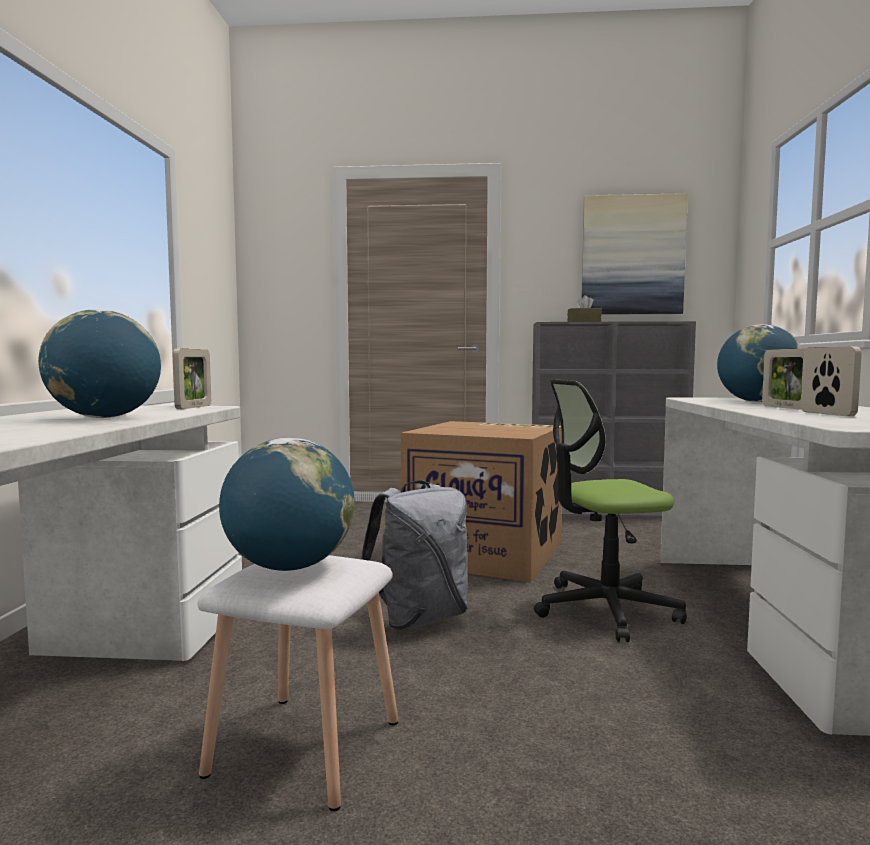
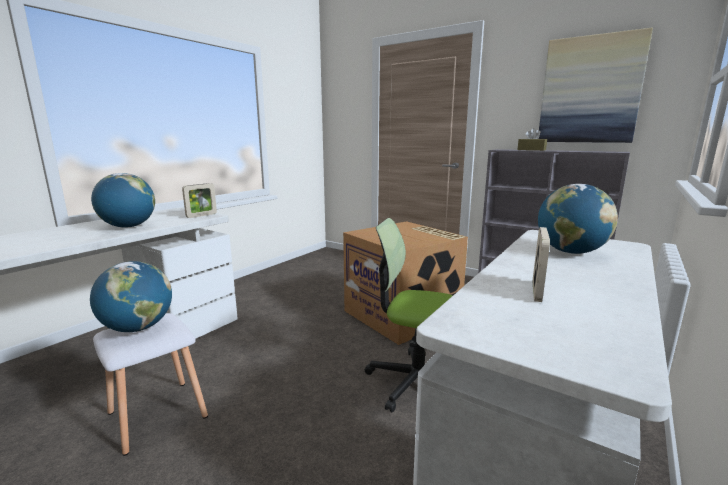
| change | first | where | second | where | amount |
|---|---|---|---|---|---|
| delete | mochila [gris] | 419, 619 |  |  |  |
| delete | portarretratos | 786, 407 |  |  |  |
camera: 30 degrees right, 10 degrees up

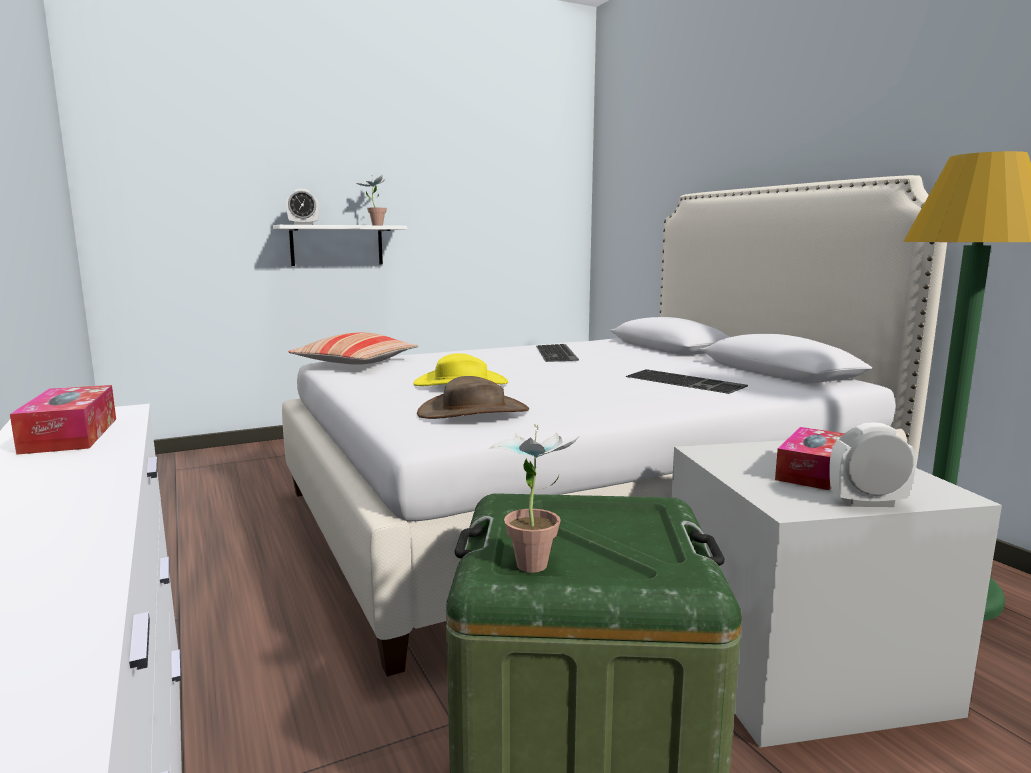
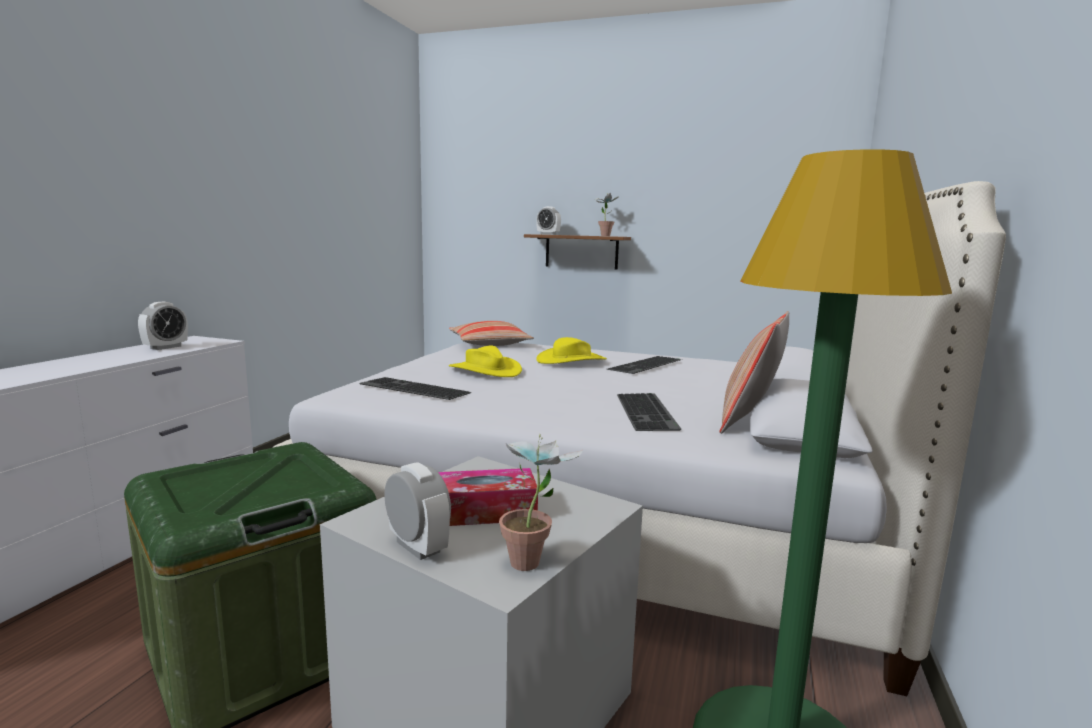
| change | first | where | second | where | amount |
|---|---|---|---|---|---|
| replace | caja de pañuelos | 70, 435 | despertador | 165, 347 |  |
| replace | sombrero [marrón] | 473, 412 | teclado | 412, 389 |  |
| move | planta en maceta | 534, 559 |  | 534, 560 |  |
| recolor | estante [blanco] | 337, 245 | estante [marrón] | 581, 251 |  |
| insert |  |  | sombrero [amarillo] | 571, 360 |  |
| insert |  |  | cojín | 749, 421 |  |
camera: 45 degrees right, 0 degrees up

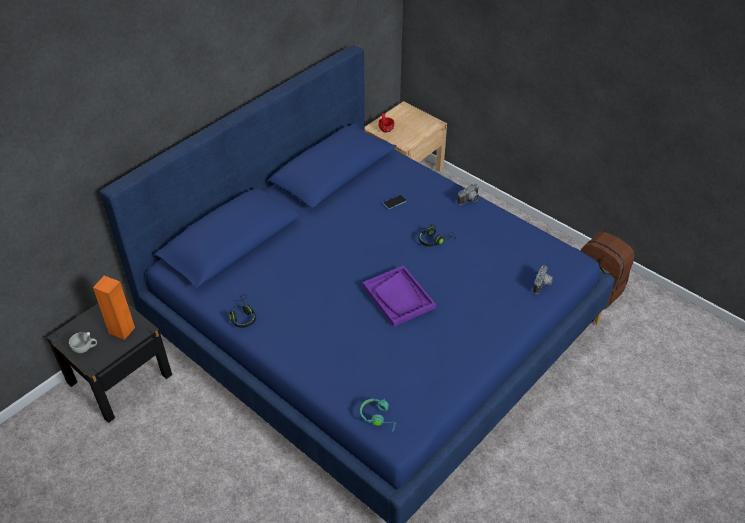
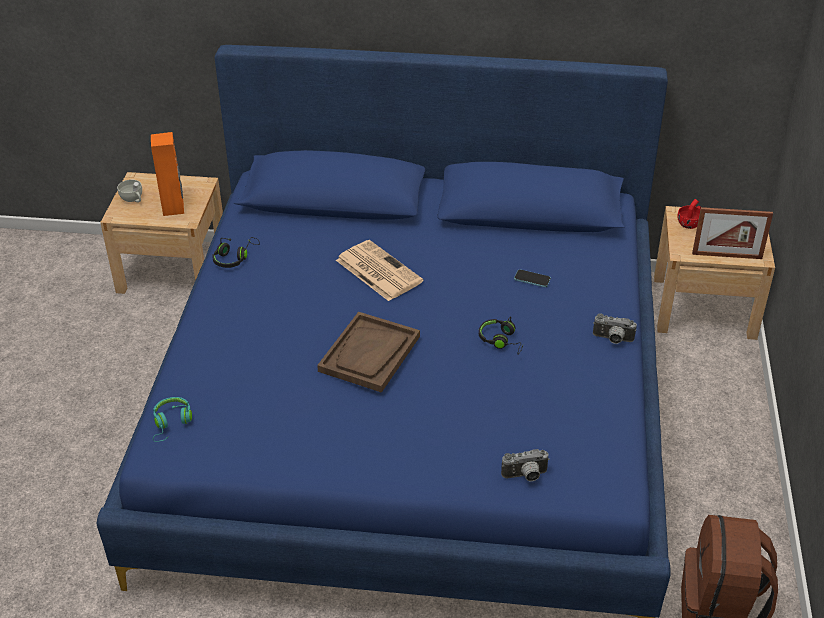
| change | first | where | second | where | amount |
|---|---|---|---|---|---|
| recolor | mesita de noche [negro] | 119, 378 | mesita de noche [beis] | 173, 269 |  |
| recolor | bandeja [morado] | 399, 297 | bandeja [marrón] | 369, 354 |  |
| insert |  |  | periódico | 377, 271 |  |
| insert |  |  | portarretratos | 727, 256 |  |
camera: 55 degrees right, 5 degrees down

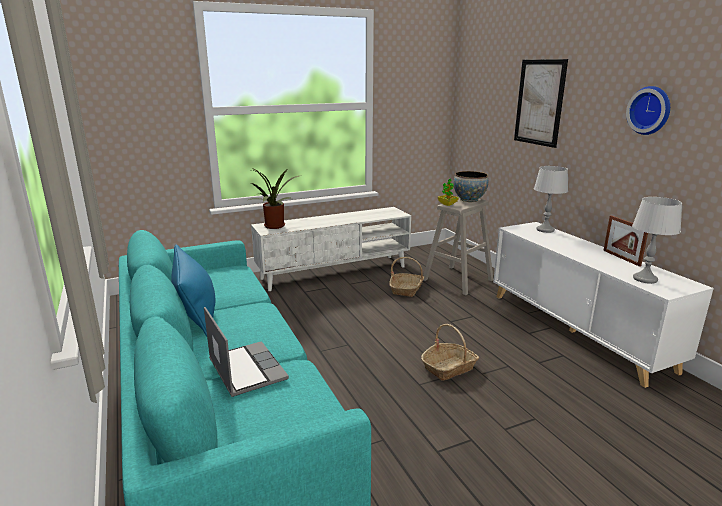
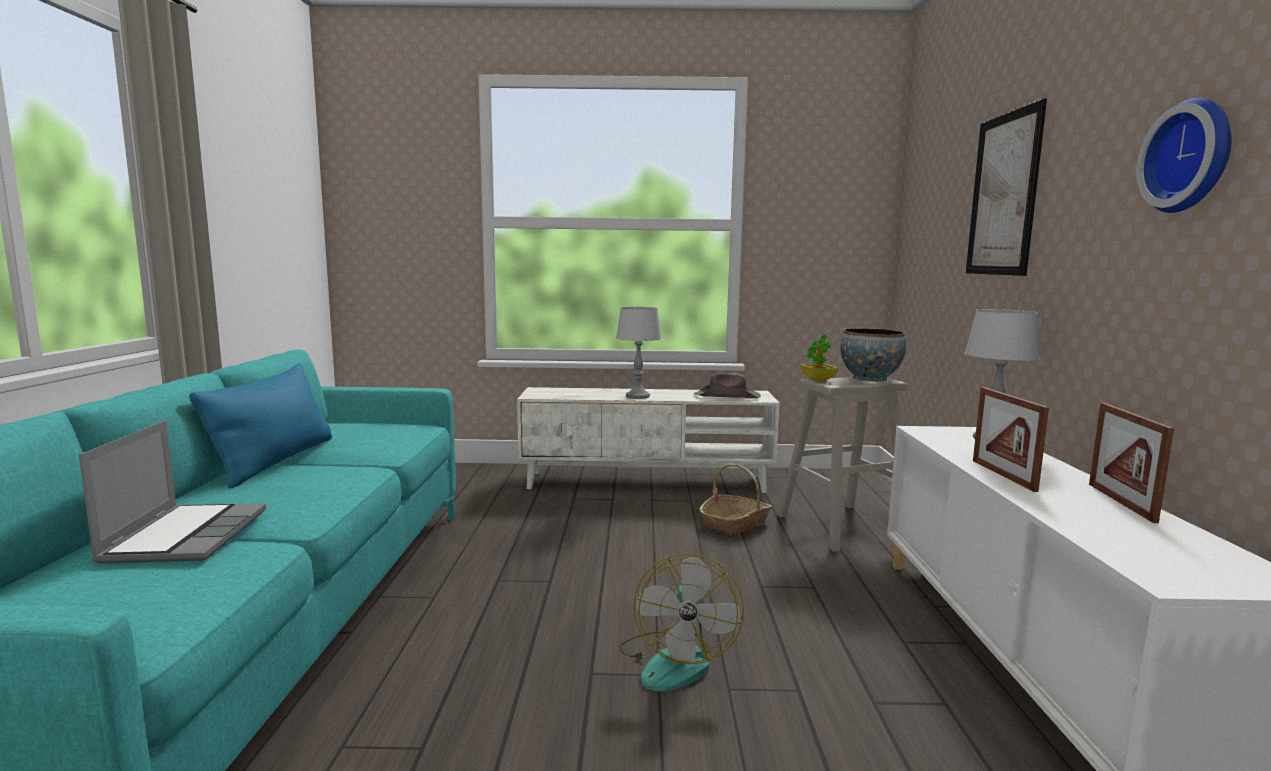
| change | first | where | second | where | amount |
|---|---|---|---|---|---|
| move | lámpara de mesa [gris] | 645, 279 |  | 638, 396 |  |
| replace | cesta | 449, 368 | ventilador | 675, 661 |  |
| insert |  |  | sombrero [marrón] | 727, 396 |  |
| insert |  |  | portarretratos | 1003, 475 |  |
| delete | planta en maceta | 274, 227 |  |  |  |
camera: 25 degrees right, 10 degrees down

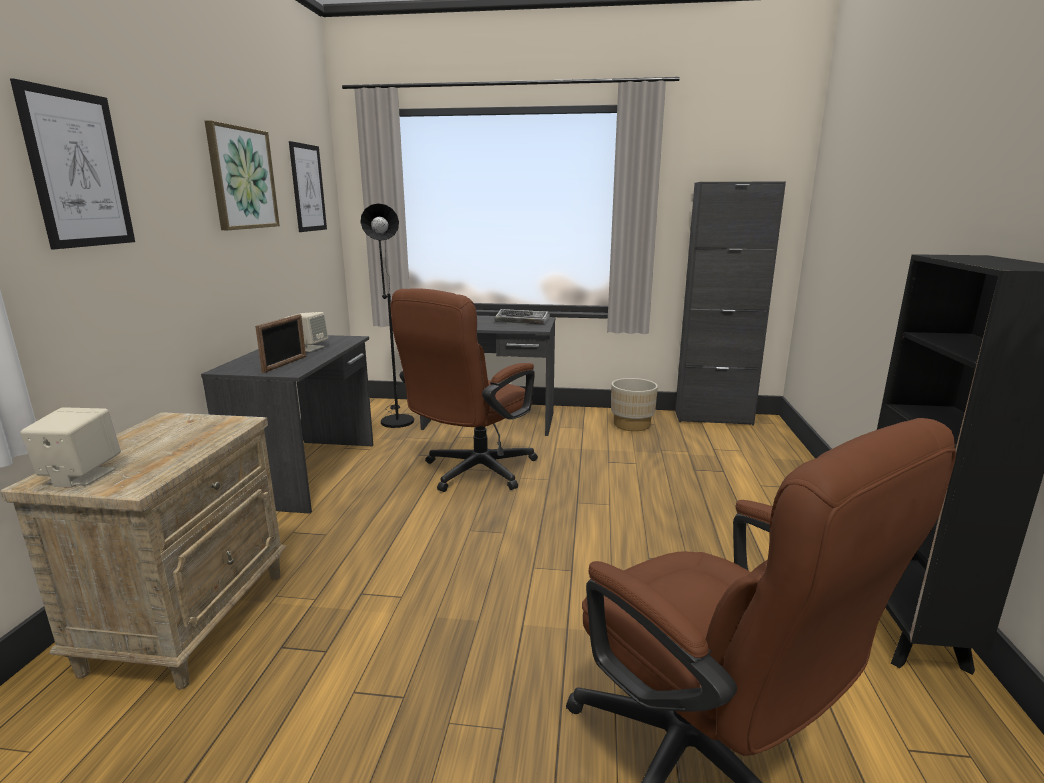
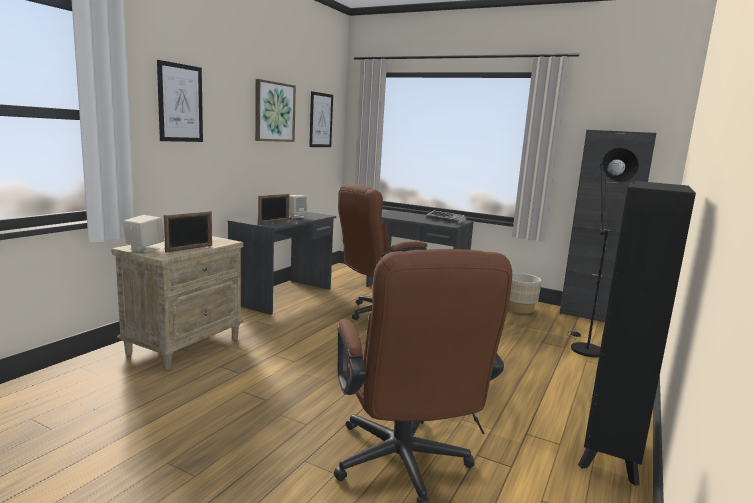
| change | first | where | second | where | amount |
|---|---|---|---|---|---|
| insert |  |  | portarretratos | 189, 248 |  |
| move | lámpara de pie [negro] | 395, 419 |  | 584, 348 |  |
camera: 20 degrees right, 5 degrees down

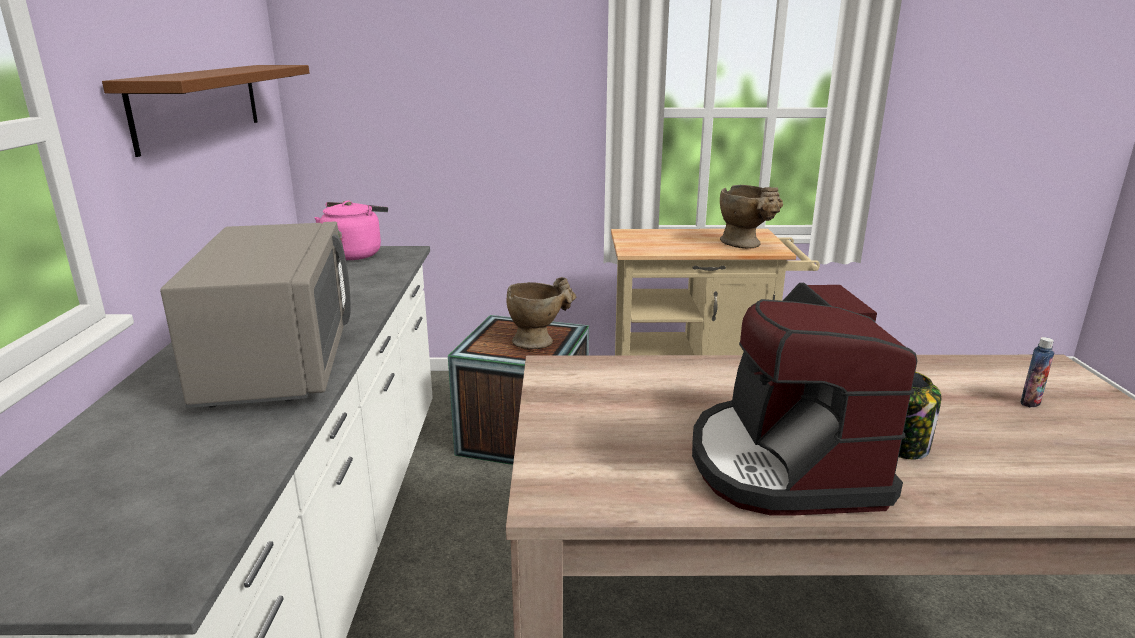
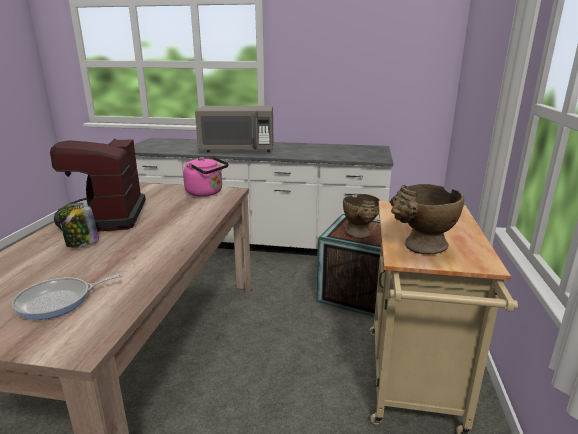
| change | first | where | second | where | amount |
|---|---|---|---|---|---|
| replace | botella | 1030, 402 | sartén | 58, 301 |  |
| rotate | cafetera | 784, 464 |  | 104, 217 | 105 degrees counterclockwise |
| move | hervidor [rosa] | 355, 254 |  | 206, 193 |  |
| delete | estante [marrón] | 199, 104 |  |  |  |
camera: 100 degrees right, 0 degrees up

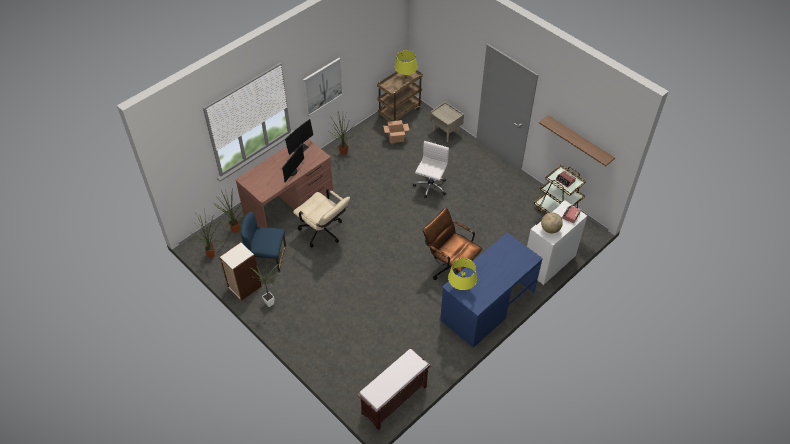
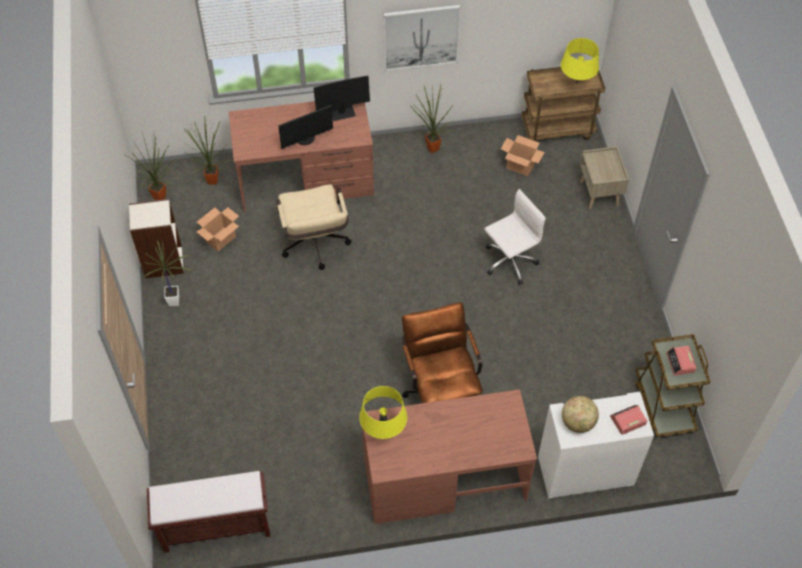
| change | first | where | second | where | amount |
|---|---|---|---|---|---|
| replace | silla [azul] | 267, 257 | caja de cartón | 221, 239 |  |
| recolor | escritorio [azul] | 487, 306 | escritorio [marrón] | 444, 478 |  |
| delete | estante | 579, 141 |  |  |  |
camera: 35 degrees right, 5 degrees up

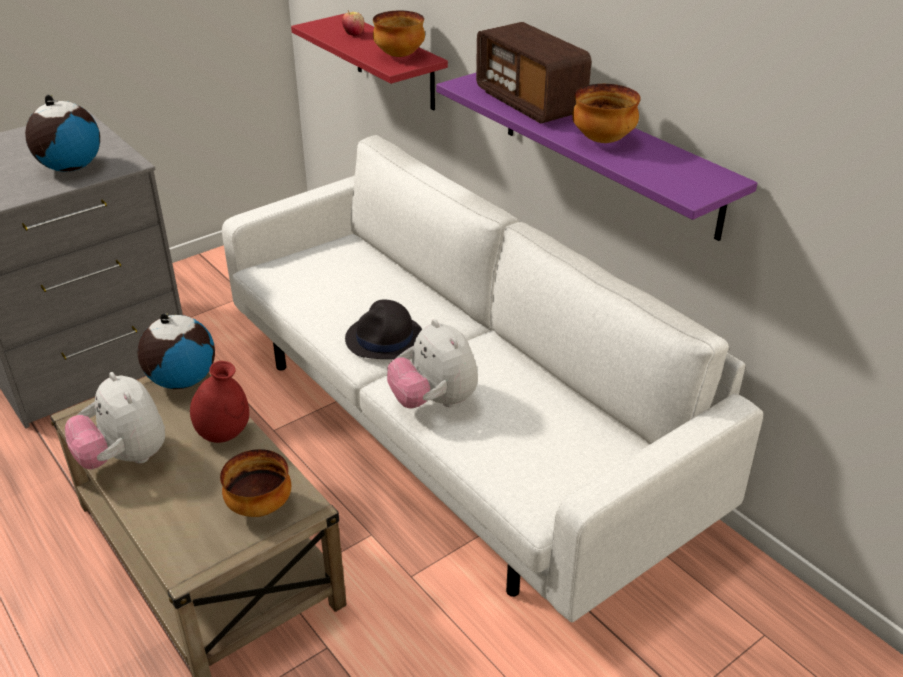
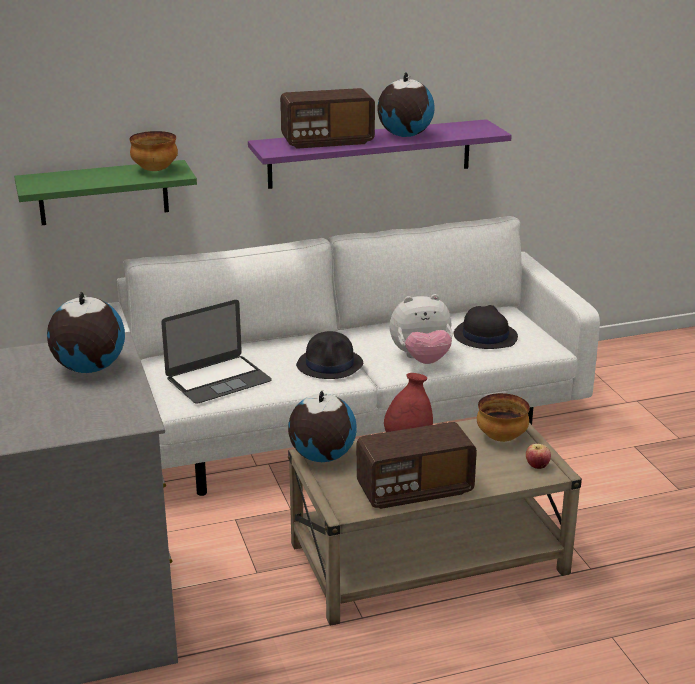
| change | first | where | second | where | amount |
|---|---|---|---|---|---|
| recolor | estante [rojo] | 394, 62 | estante [verde] | 103, 193 |  |
| insert |  |  | portátil | 218, 379 |  |
| replace | peluche | 125, 458 | radio | 414, 490 |  |
| replace | cuenco | 602, 140 | globo terráqueo | 404, 135 |  |
| insert |  |  | sombrero [negro] | 484, 336 |  |
| move | manzana | 353, 34 |  | 537, 466 |  |
camera: 70 degrees left, 10 degrees down

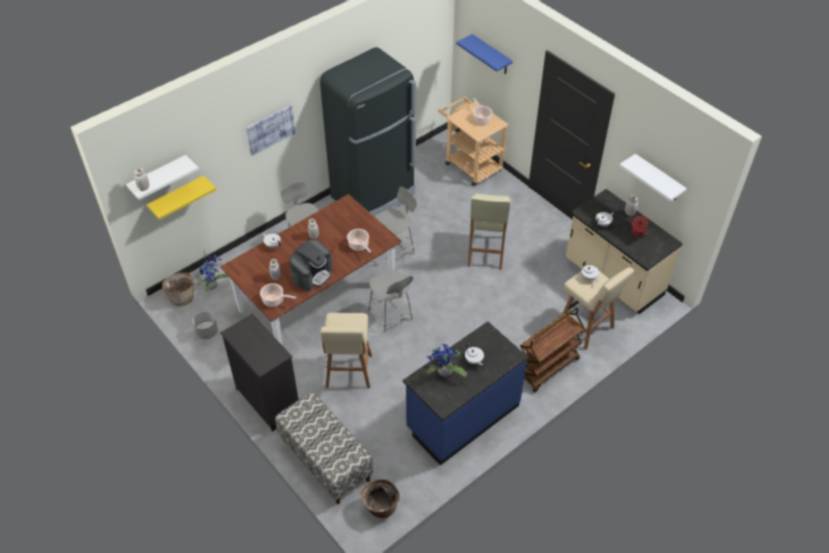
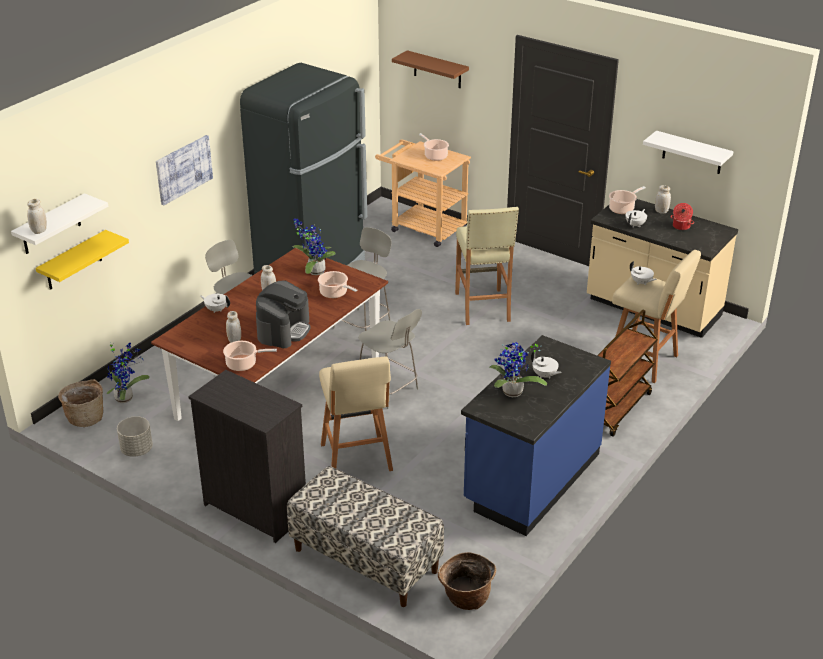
| change | first | where | second | where | amount |
|---|---|---|---|---|---|
| insert |  |  | planta en maceta | 314, 271 |  |
| recolor | estante [azul] | 491, 55 | estante [marrón] | 437, 70 |  |
| insert |  |  | olla | 622, 209 |  |
camera: 15 degrees left, 15 degrees down

